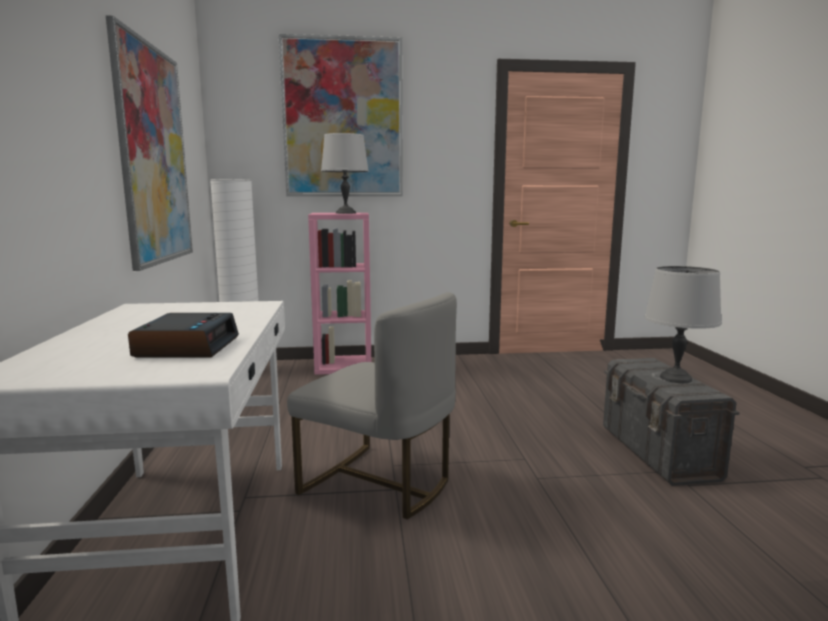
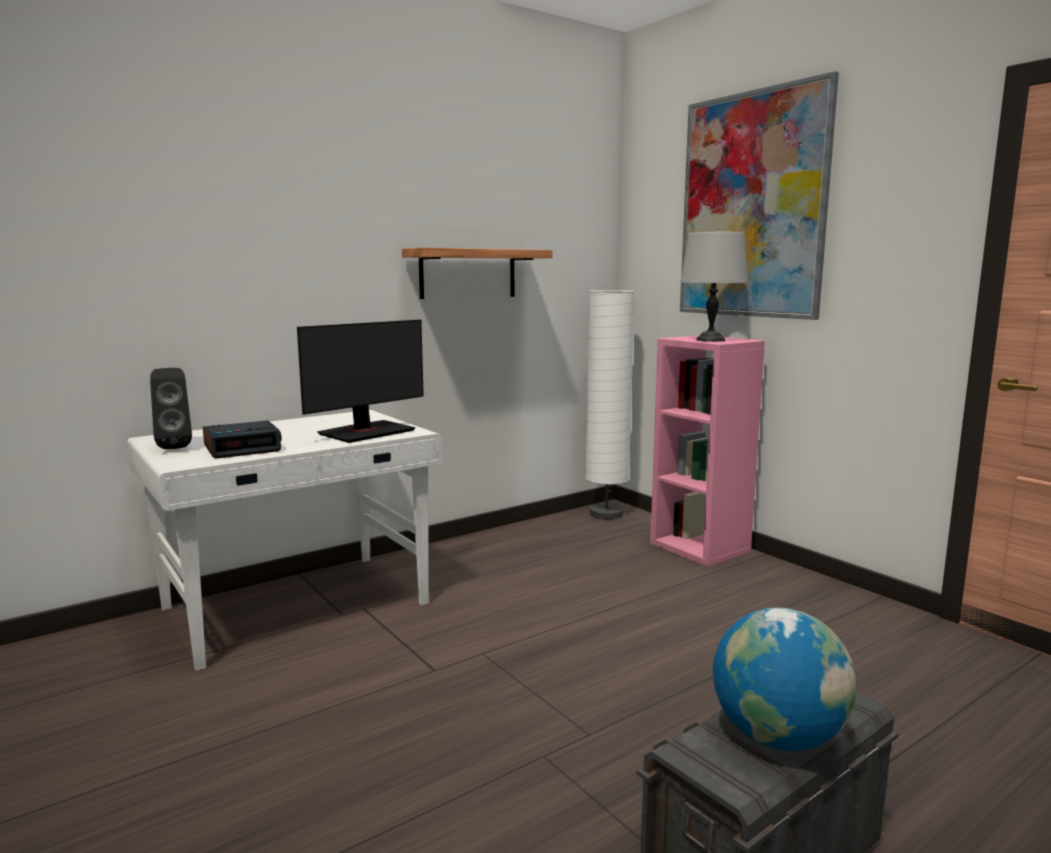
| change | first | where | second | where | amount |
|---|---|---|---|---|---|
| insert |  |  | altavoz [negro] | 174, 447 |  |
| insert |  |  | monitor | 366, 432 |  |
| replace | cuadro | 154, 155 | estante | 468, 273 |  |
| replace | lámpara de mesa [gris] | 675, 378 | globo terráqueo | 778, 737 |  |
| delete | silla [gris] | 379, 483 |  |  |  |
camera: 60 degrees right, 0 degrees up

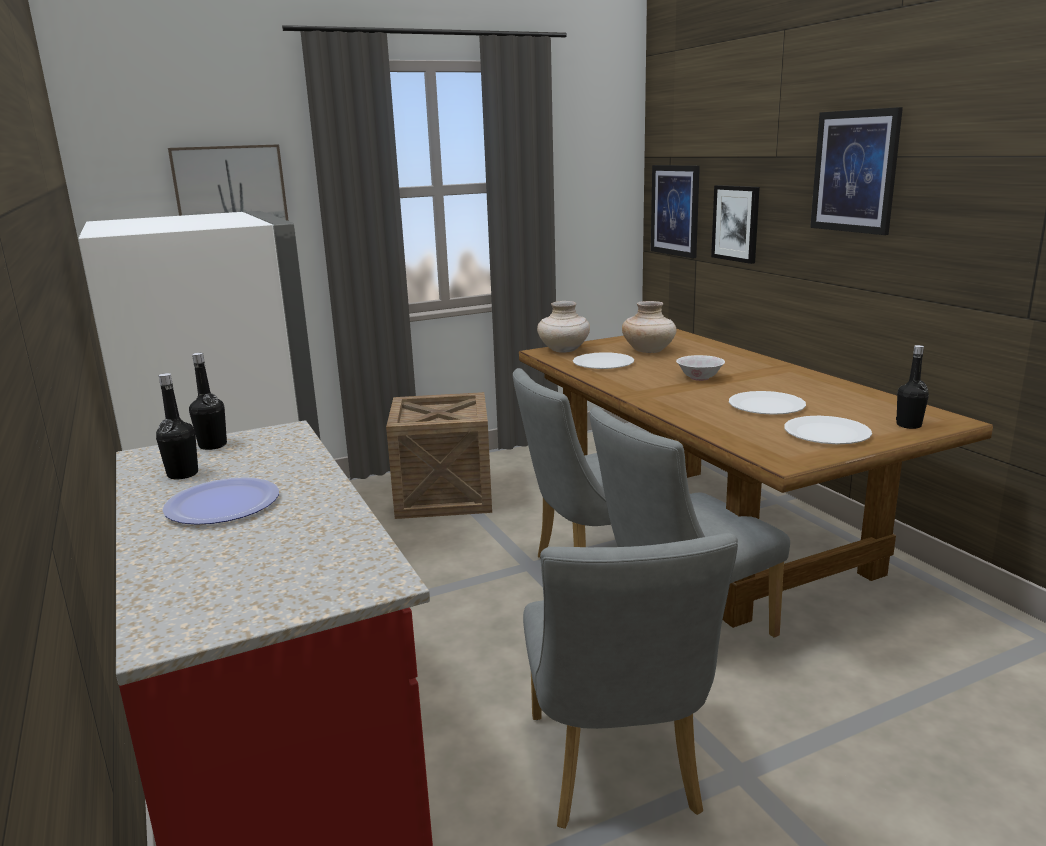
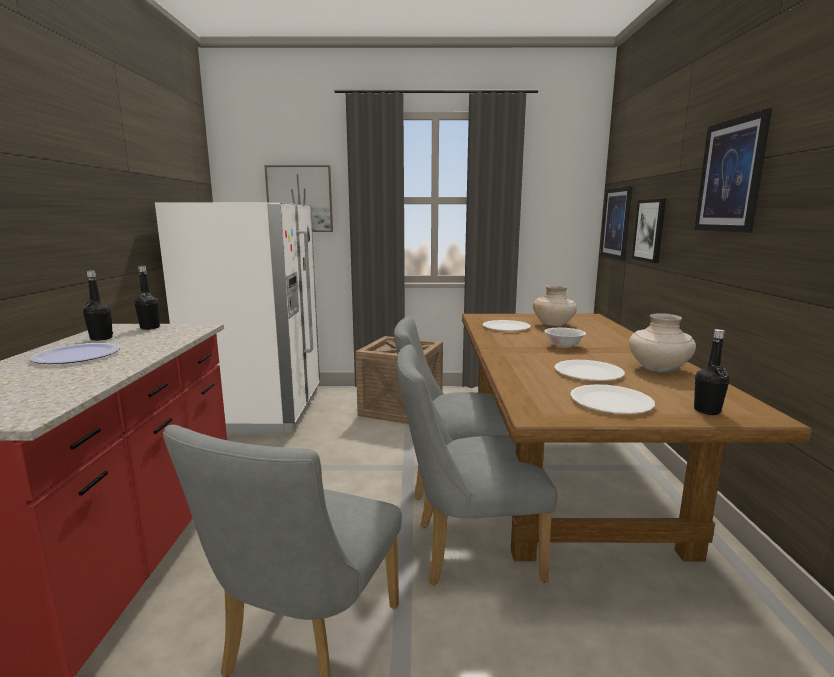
| change | first | where | second | where | amount |
|---|---|---|---|---|---|
| move | florero [beis] | 564, 350 |  | 658, 369 |  |
camera: 25 degrees right, 5 degrees down

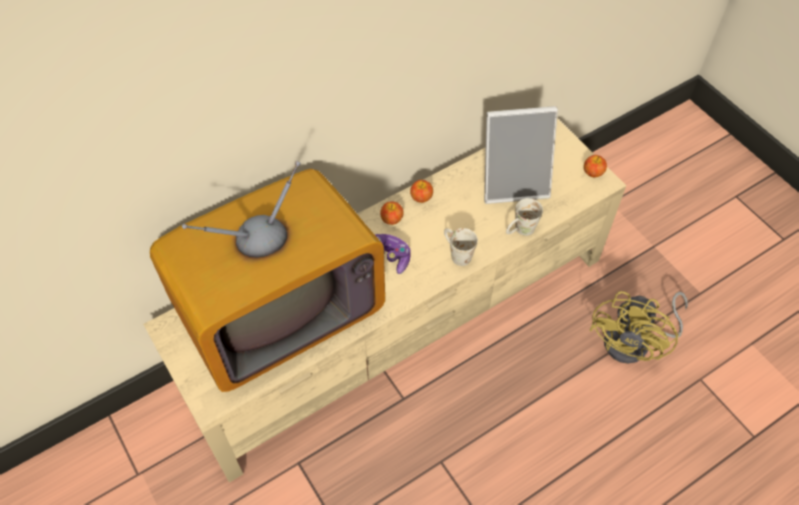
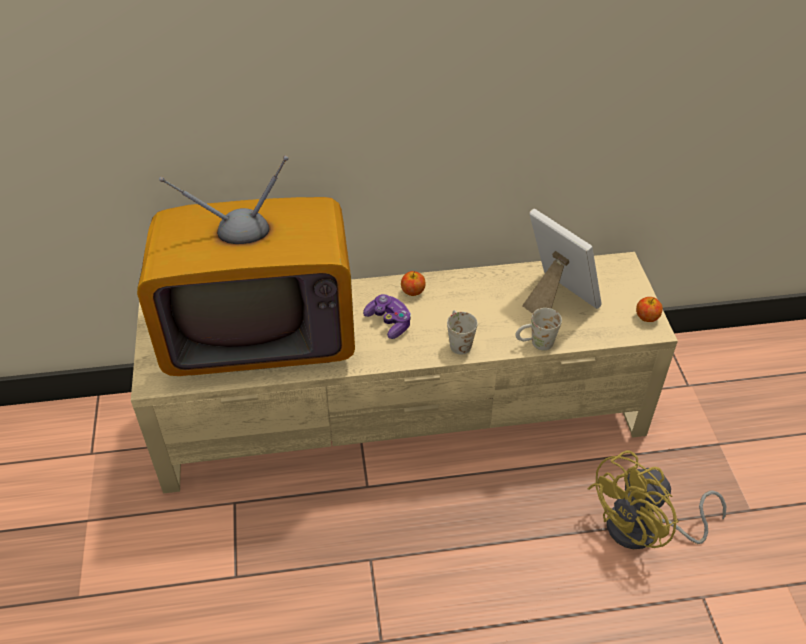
| change | first | where | second | where | amount |
|---|---|---|---|---|---|
| rotate | portarretratos | 513, 182 |  | 555, 299 | 150 degrees counterclockwise |
| delete | manzana | 421, 197 |  |  |  |
camera: 25 degrees right, 10 degrees down

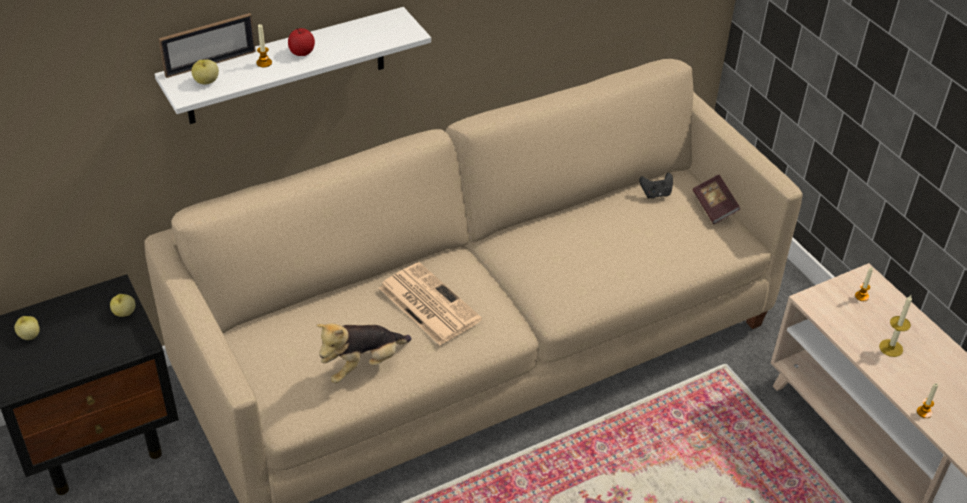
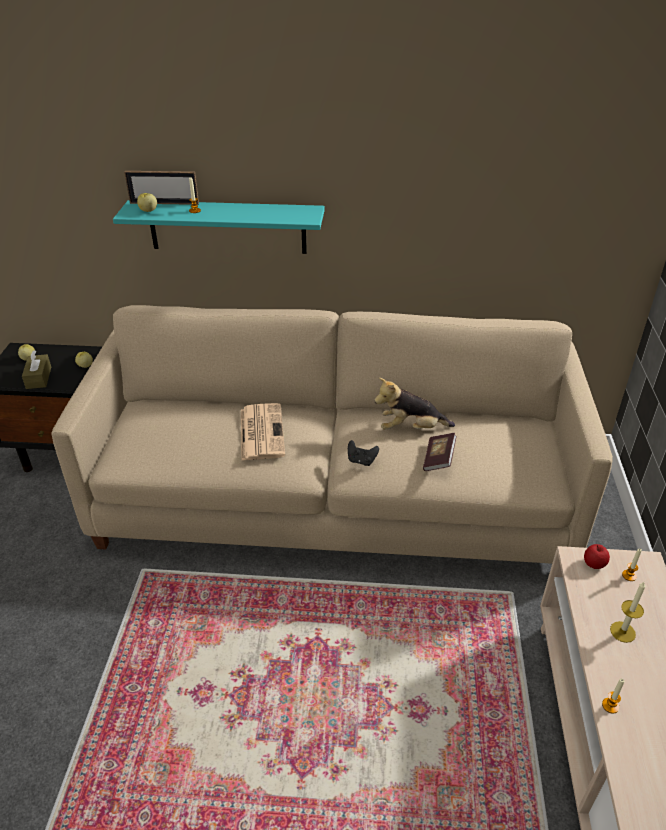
| change | first | where | second | where | amount |
|---|---|---|---|---|---|
| insert |  |  | caja de pañuelos [marrón] | 39, 378 |  |
| recolor | estante [blanco] | 286, 66 | estante [turquesa] | 227, 227 |  |
| move | mando de consola [negro] | 656, 194 |  | 361, 461 |  |
| move | peluche | 363, 365 |  | 411, 428 |  |
| move | libro | 714, 207 |  | 438, 459 |  |
| move | manzana | 302, 52 |  | 594, 563 |  |
camera: 35 degrees right, 5 degrees down

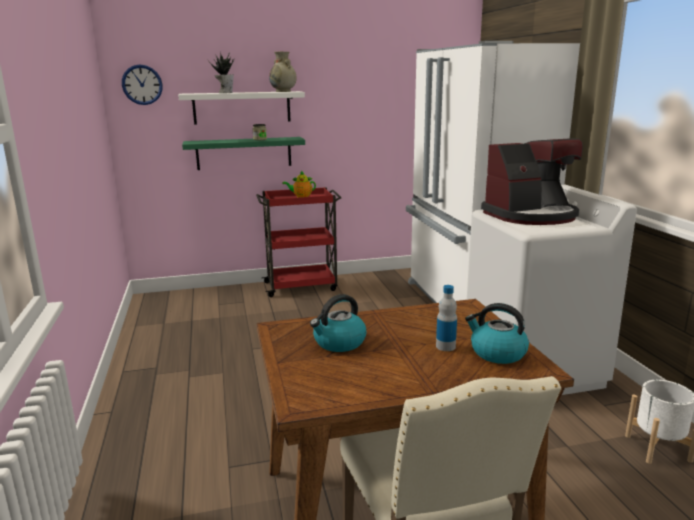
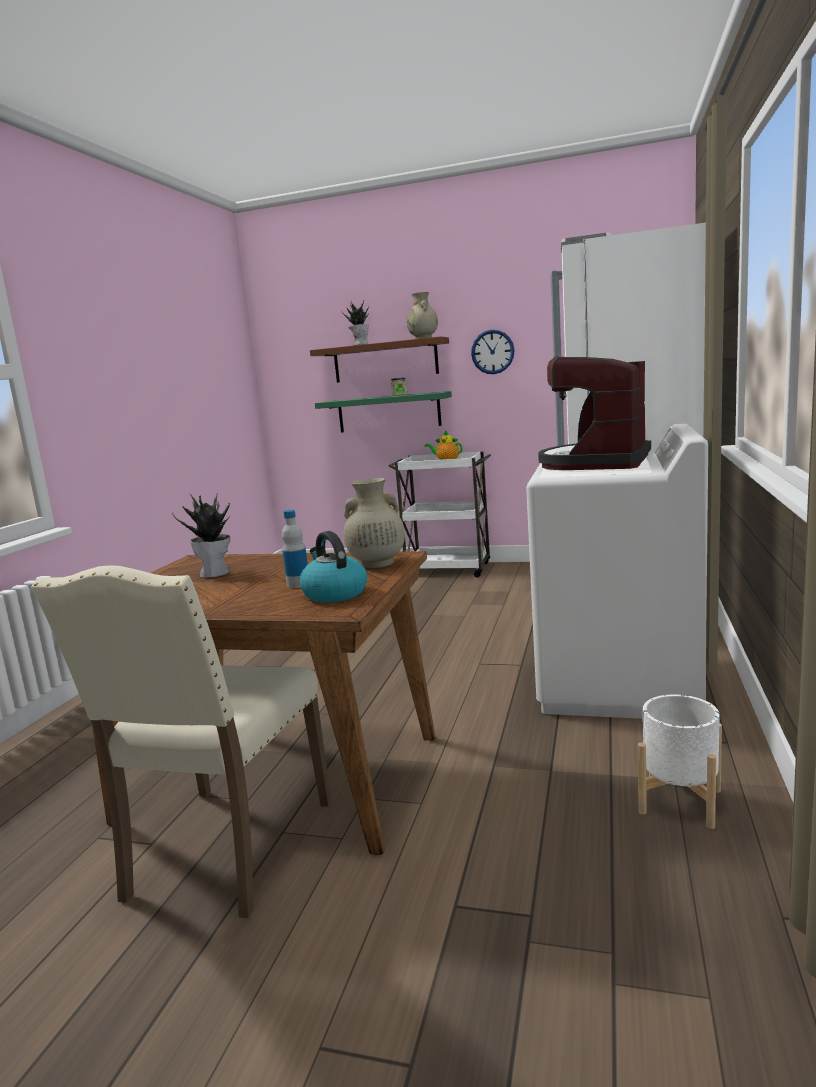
| change | first | where | second | where | amount |
|---|---|---|---|---|---|
| replace | hervidor | 339, 343 | planta en maceta | 215, 573 |  |
| recolor | estante [blanco] | 242, 107 | estante [marrón] | 385, 361 |  |
| insert |  |  | florero [beis] | 376, 563 |  |
| recolor | carrito [rojo] | 302, 286 | carrito [blanco] | 448, 570 |  |
| move | reloj de pared | 142, 84 |  | 492, 352 |  |
| rotate | cafetera | 531, 216 |  | 596, 463 | 105 degrees clockwise |
camera: 30 degrees right, 5 degrees down

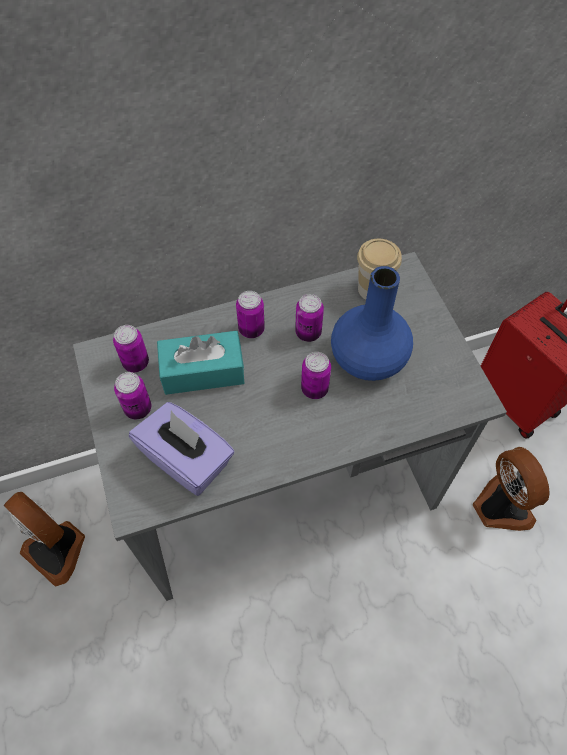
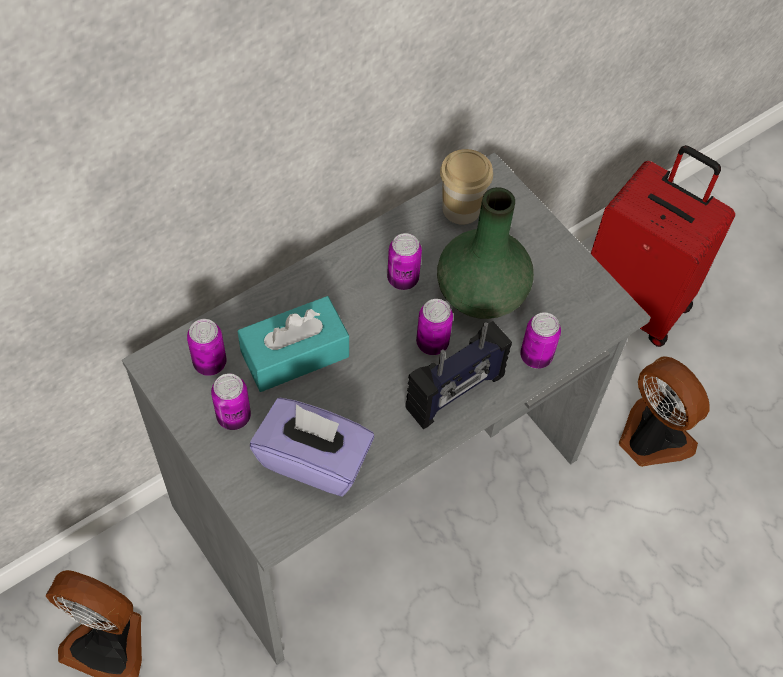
| change | first | where | second | where | amount |
|---|---|---|---|---|---|
| insert |  |  | radio | 455, 393 |  |
| recolor | florero [azul] | 369, 357 | florero [verde] | 482, 292 |  |
| move | lata | 251, 329 |  | 536, 356 |  |
camera: 20 degrees left, 0 degrees up

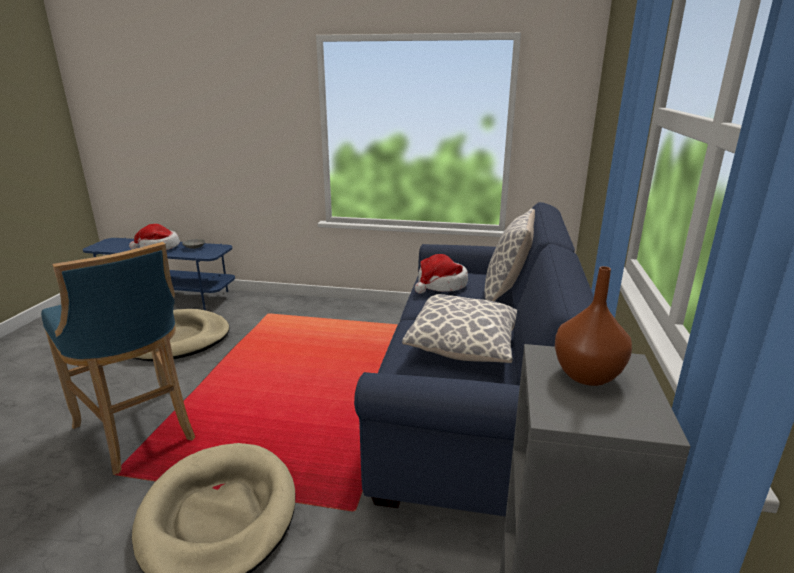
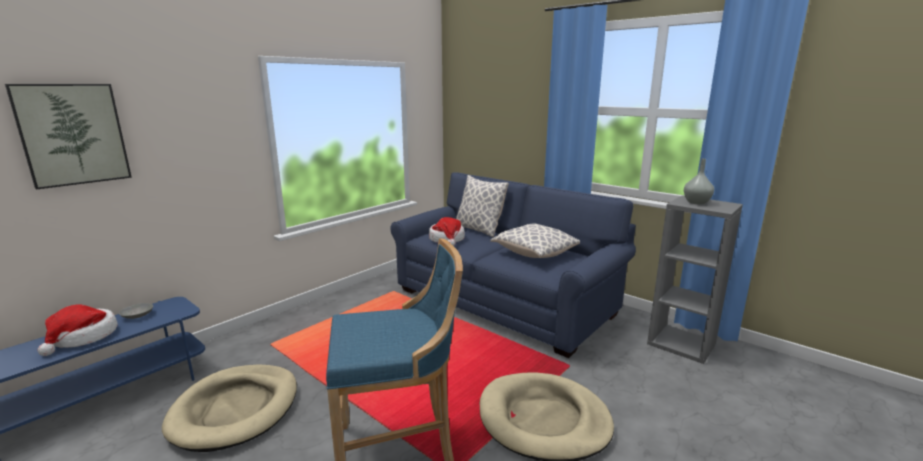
| change | first | where | second | where | amount |
|---|---|---|---|---|---|
| insert |  |  | cuadro | 73, 134 |  |
| recolor | florero [marrón] | 586, 374 | florero [gris] | 696, 202 |  |
camera: 60 degrees left, 5 degrees down

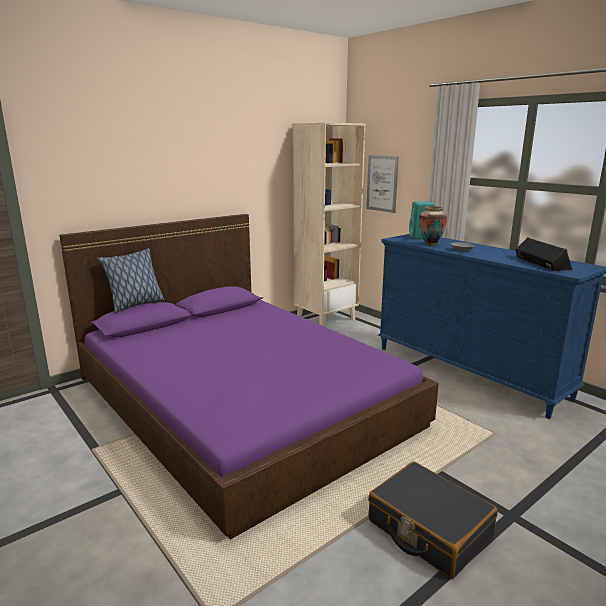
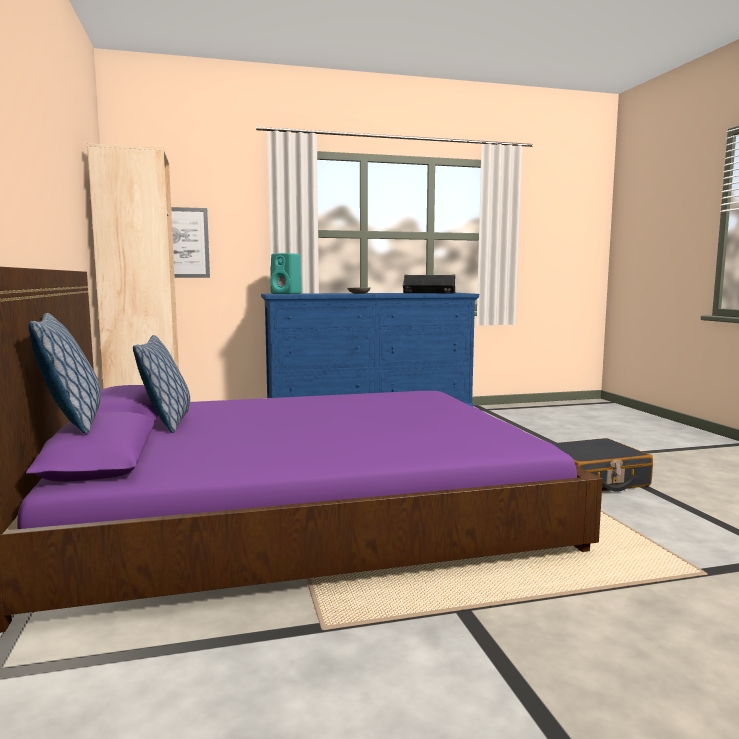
| change | first | where | second | where | amount |
|---|---|---|---|---|---|
| insert |  |  | cojín | 166, 423 |  |
| delete | florero | 430, 245 |  |  |  |
camera: 65 degrees left, 10 degrees down

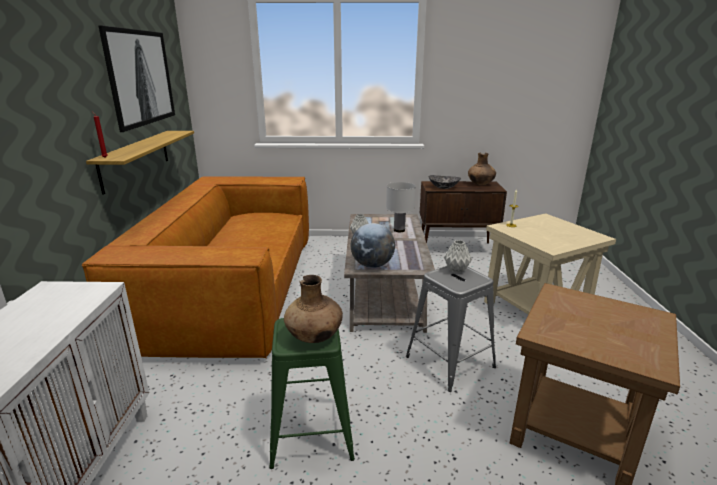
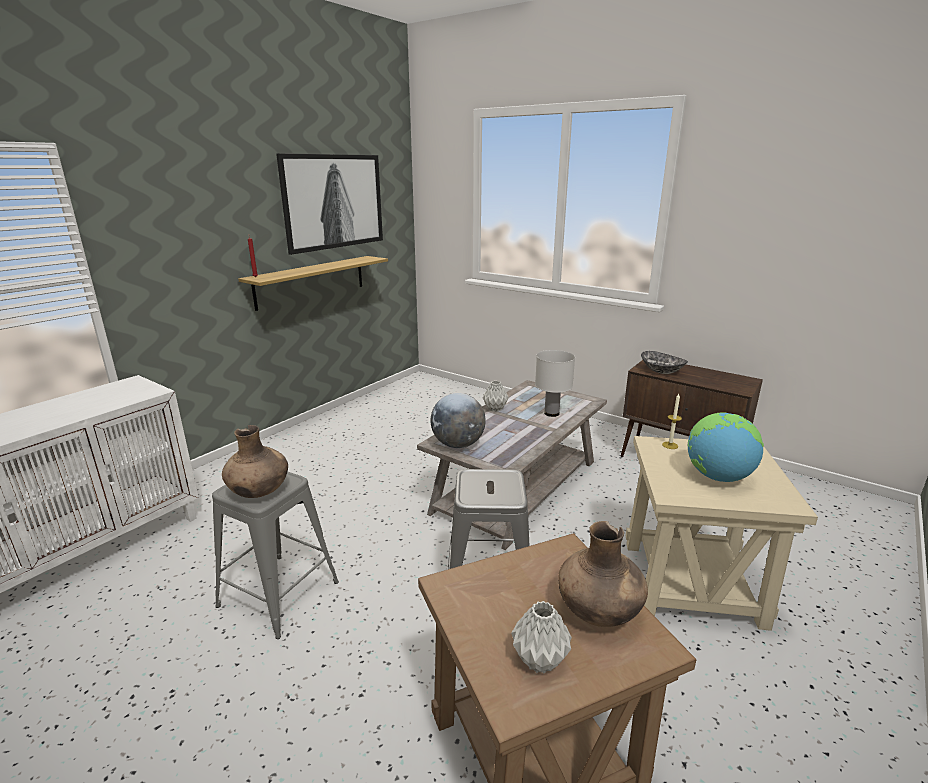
| change | first | where | second | where | amount |
|---|---|---|---|---|---|
| recolor | taburete [verde] | 311, 432 | taburete [gris] | 278, 594 |  |
| move | florero [gris] | 456, 270 |  | 539, 661 |  |
| move | florero [marrón] | 480, 184 |  | 599, 612 |  |
| insert |  |  | globo terráqueo | 717, 477 |  |
| delete | sofá [marrón] | 232, 287 |  |  |  |
camera: 35 degrees right, 0 degrees up

